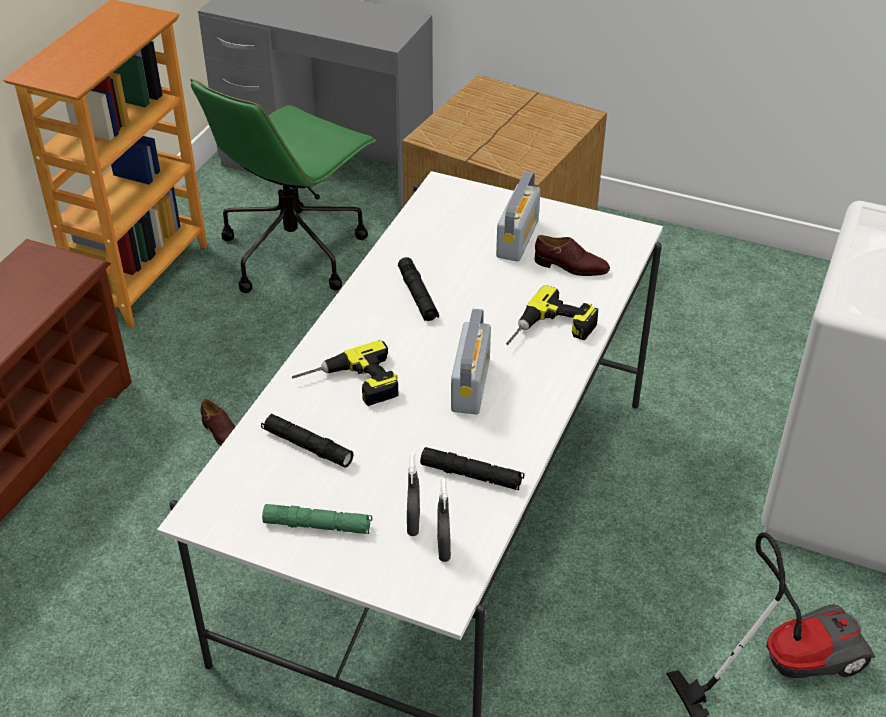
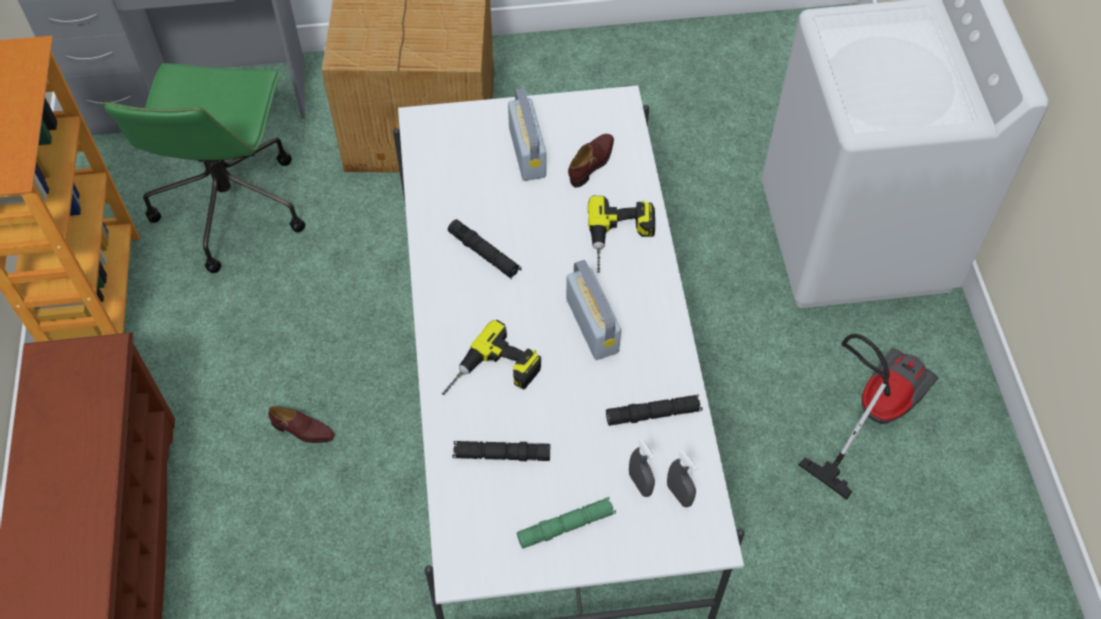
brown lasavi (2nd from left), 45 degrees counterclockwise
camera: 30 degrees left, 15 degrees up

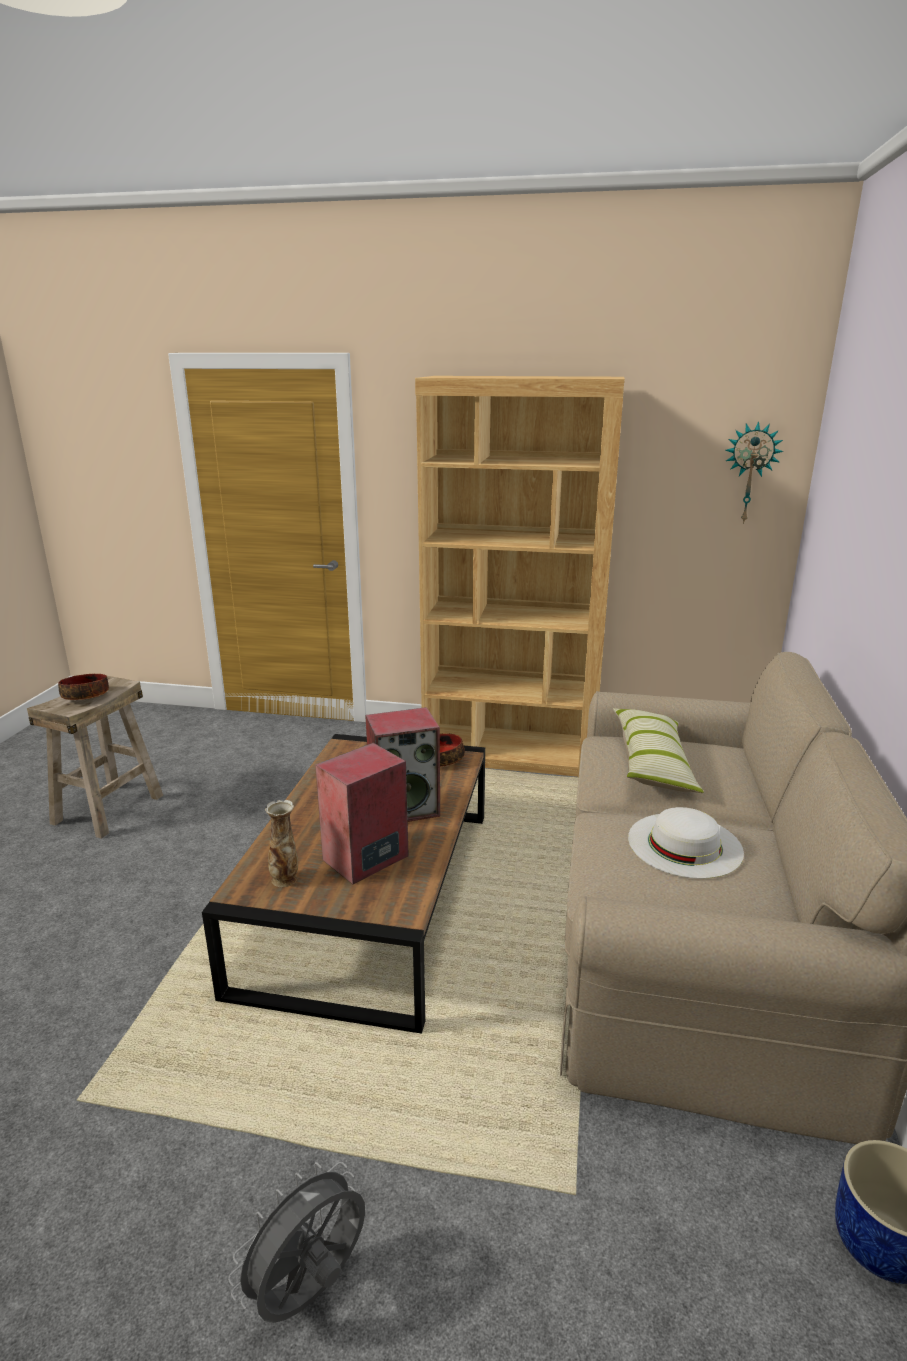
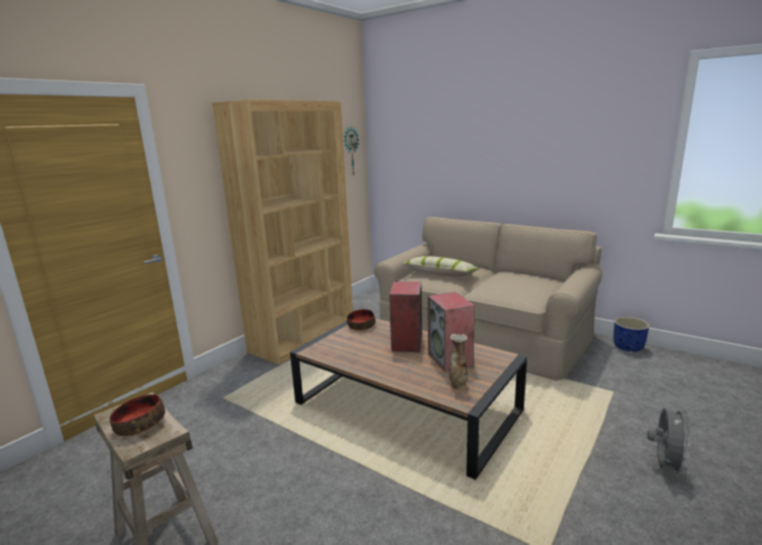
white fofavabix → -
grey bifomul, 135 degrees counterclockwise
camera: 65 degrees left, 5 degrees down

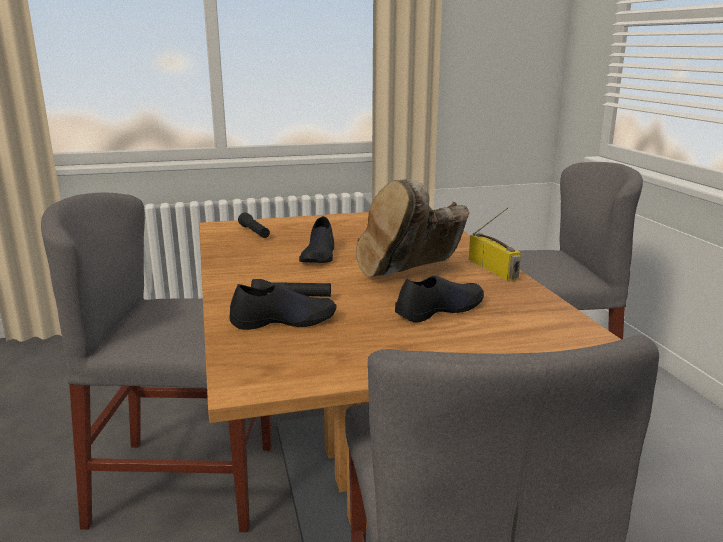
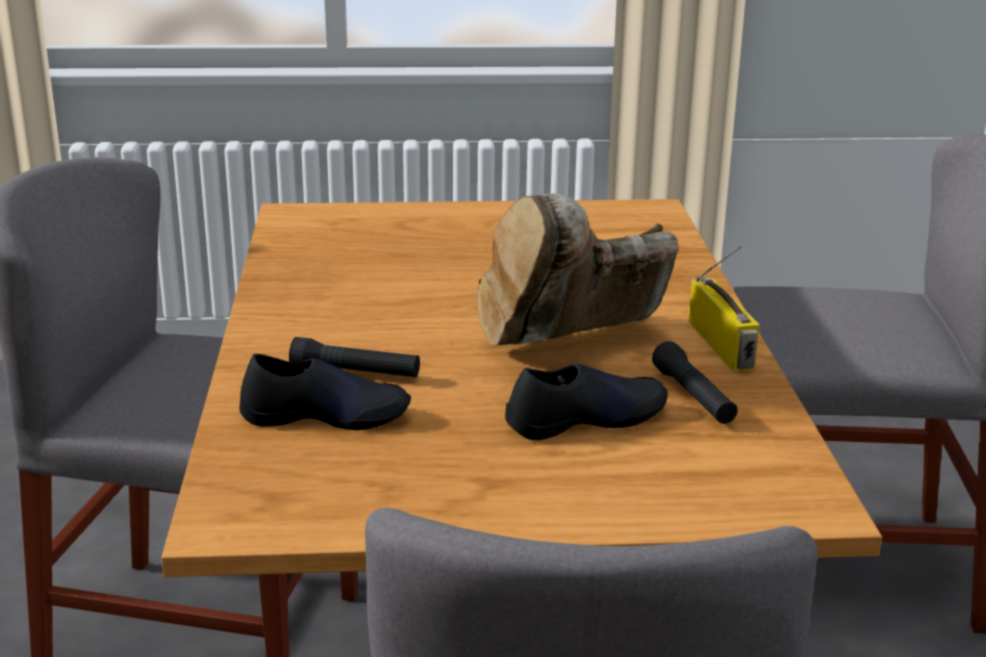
black lasavi (2nd from left) → -
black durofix (1st from left in the first image) → black durofix (2nd from left), moved
camera: 10 degrees right, 5 degrees up

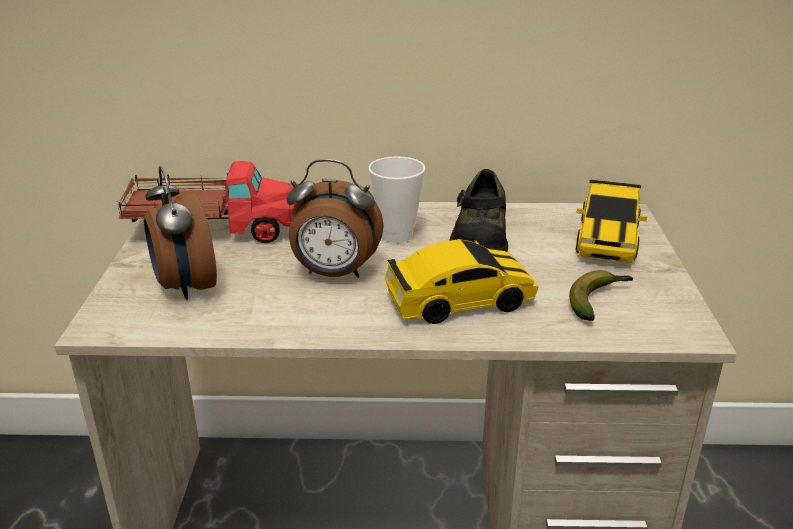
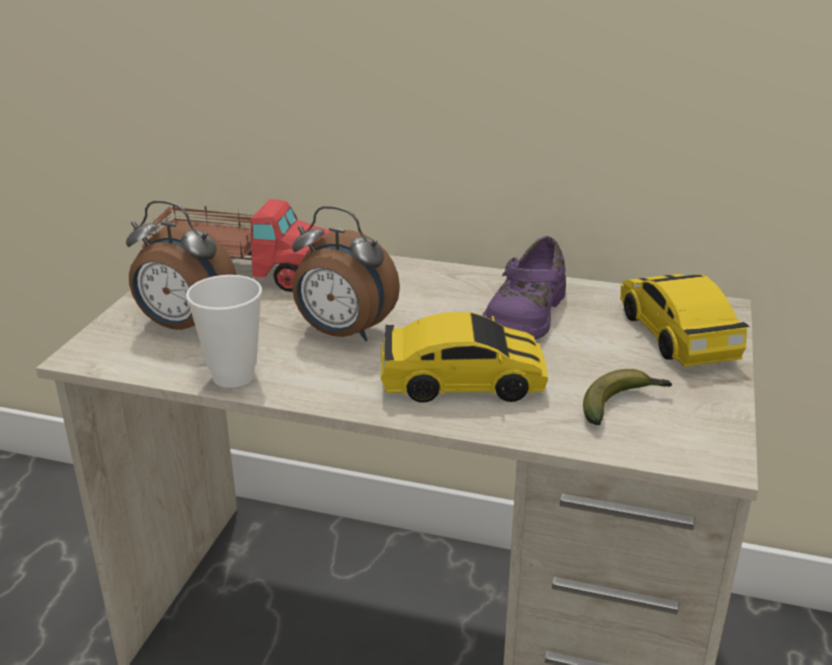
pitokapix, moved
black lasavi → purple lasavi
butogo (1st from left), 60 degrees counterclockwise
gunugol (2nd from left), 135 degrees clockwise
camera: 15 degrees right, 0 degrees up

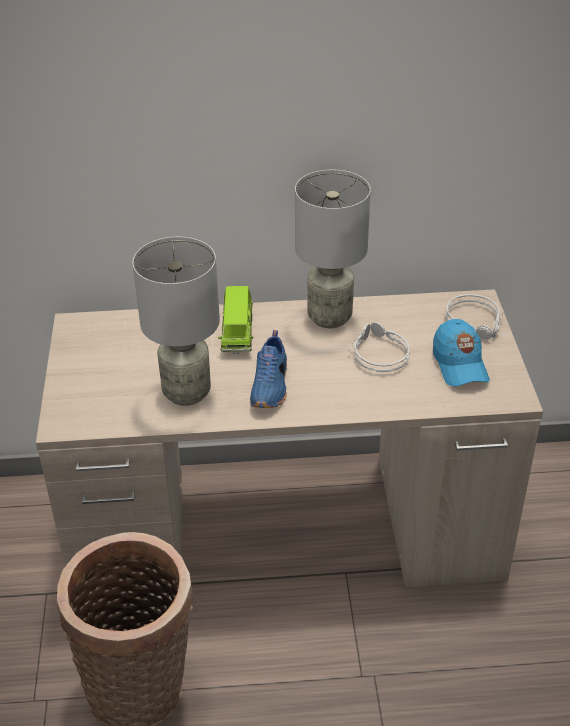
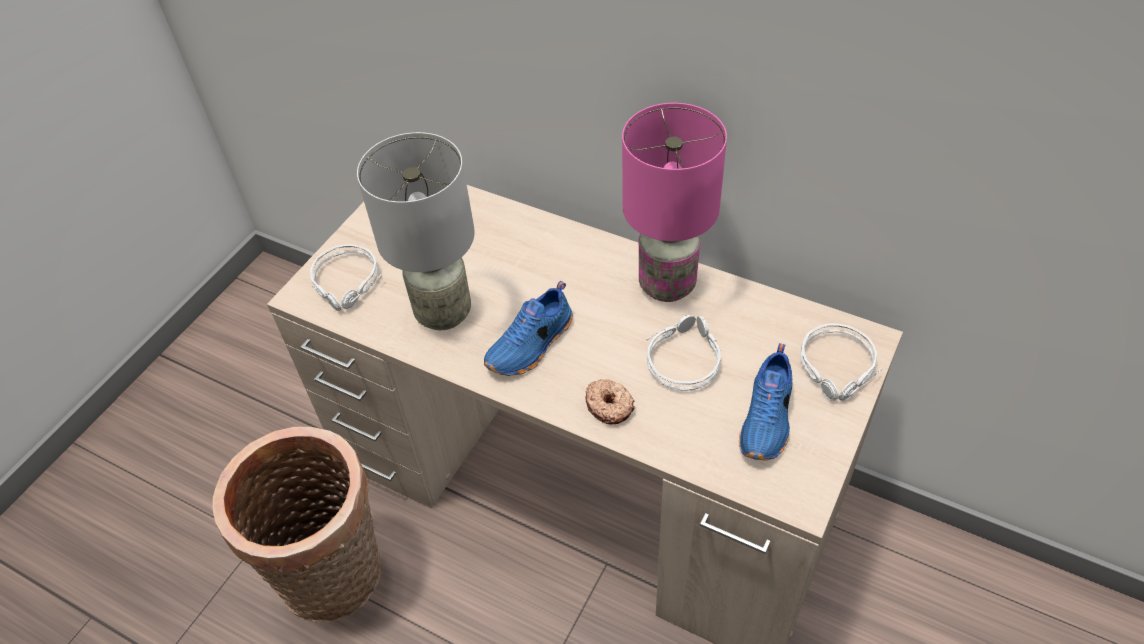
green gunugol → -
- → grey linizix (1st from left)
- → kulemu
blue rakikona → blue lasavi (2nd from left)
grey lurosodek (2nd from left) → pink lurosodek
camera: 35 degrees right, 10 degrees up

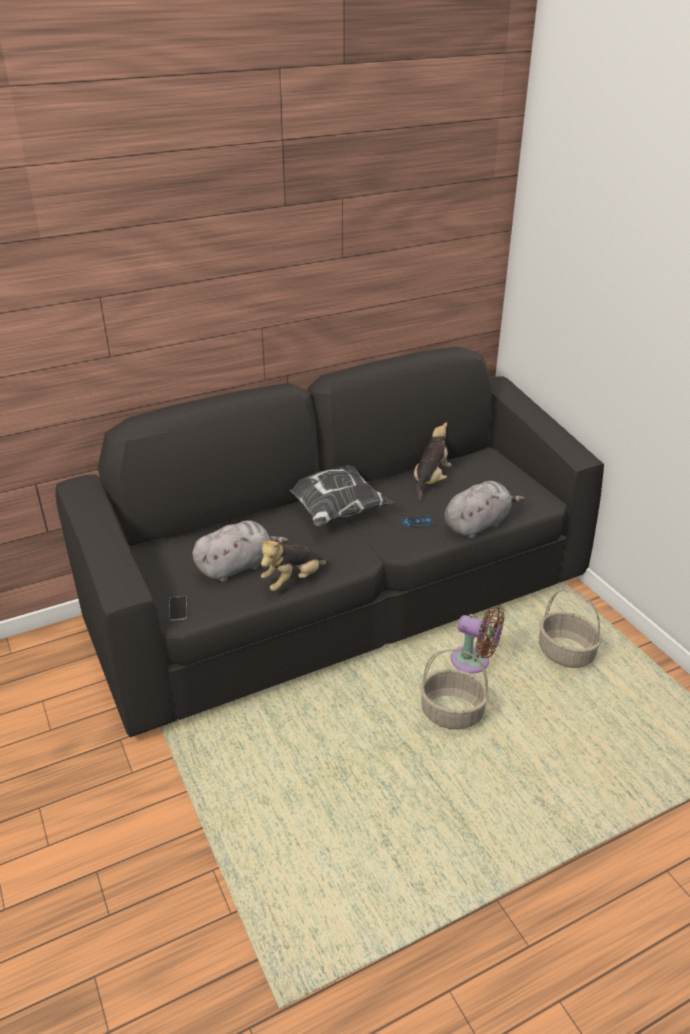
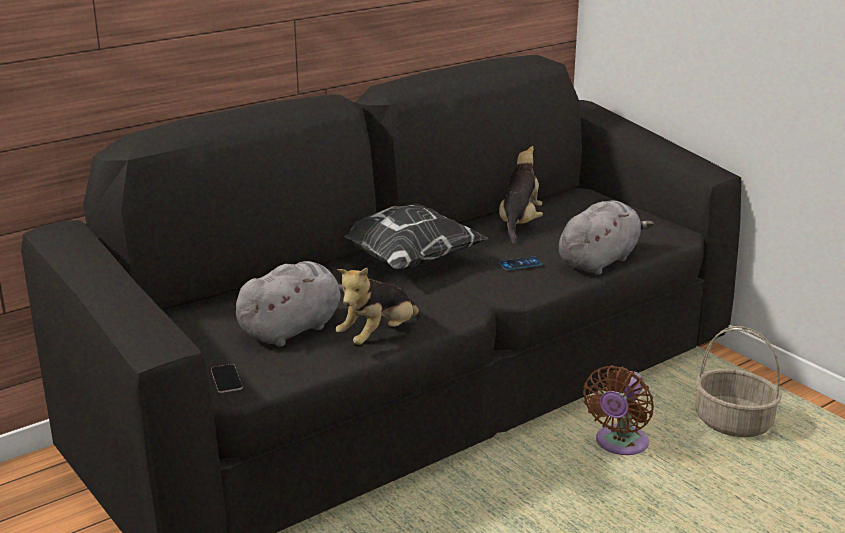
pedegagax (1st from left) → -
brown bifomul, 105 degrees clockwise
camera: 10 degrees left, 10 degrees down

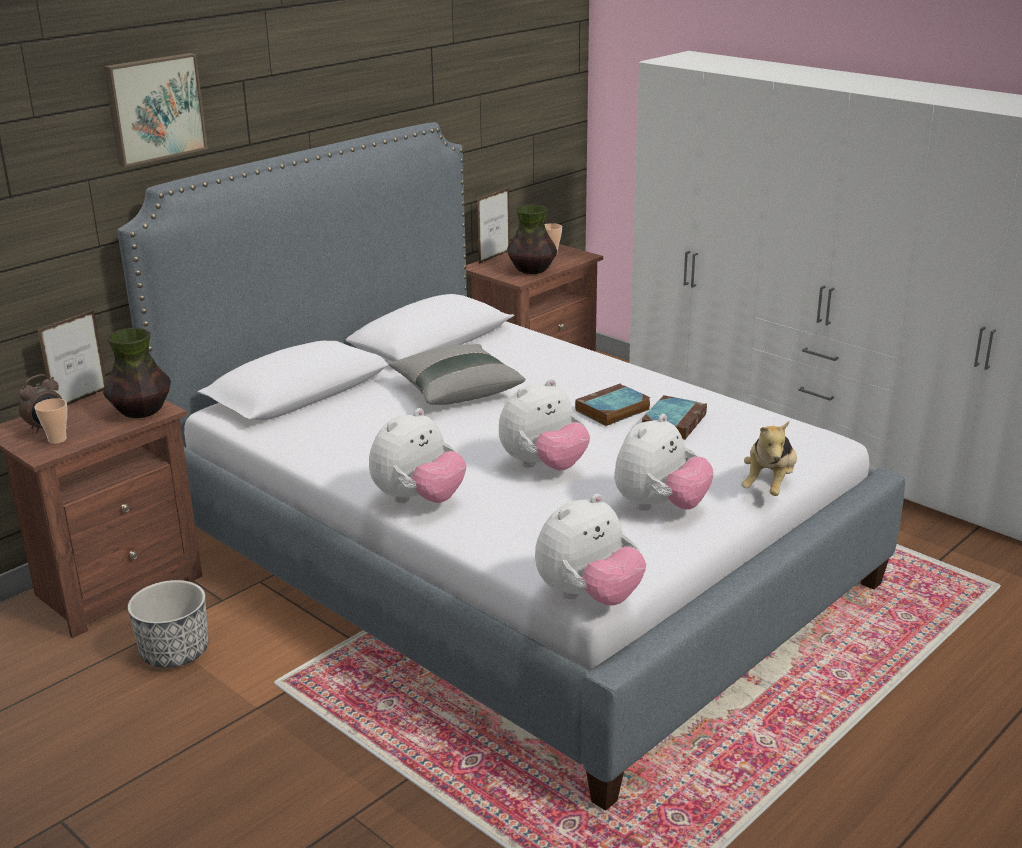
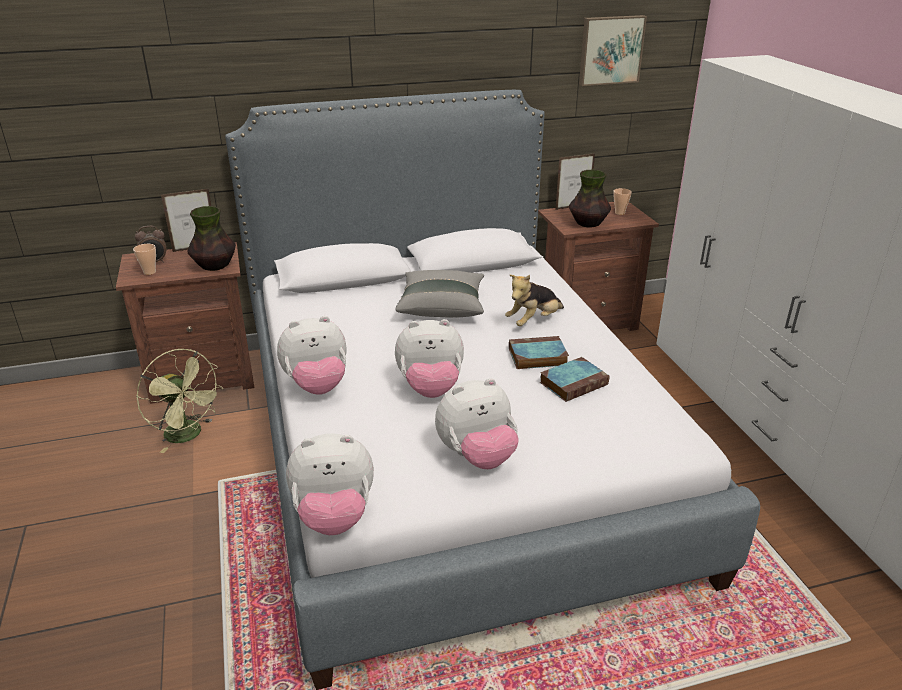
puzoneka, moved
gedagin (5th from left), moved
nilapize → green bifomul
camera: 30 degrees right, 5 degrees up

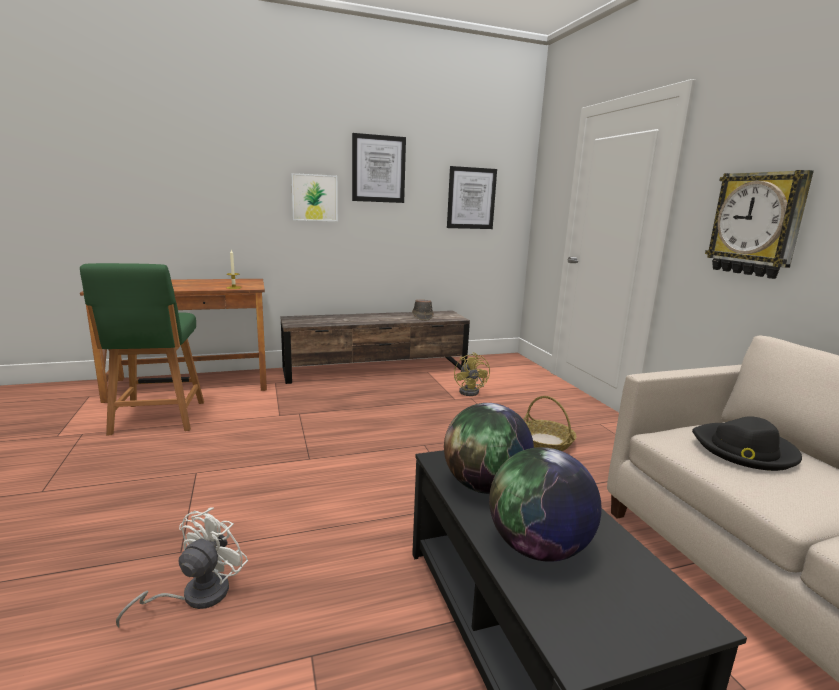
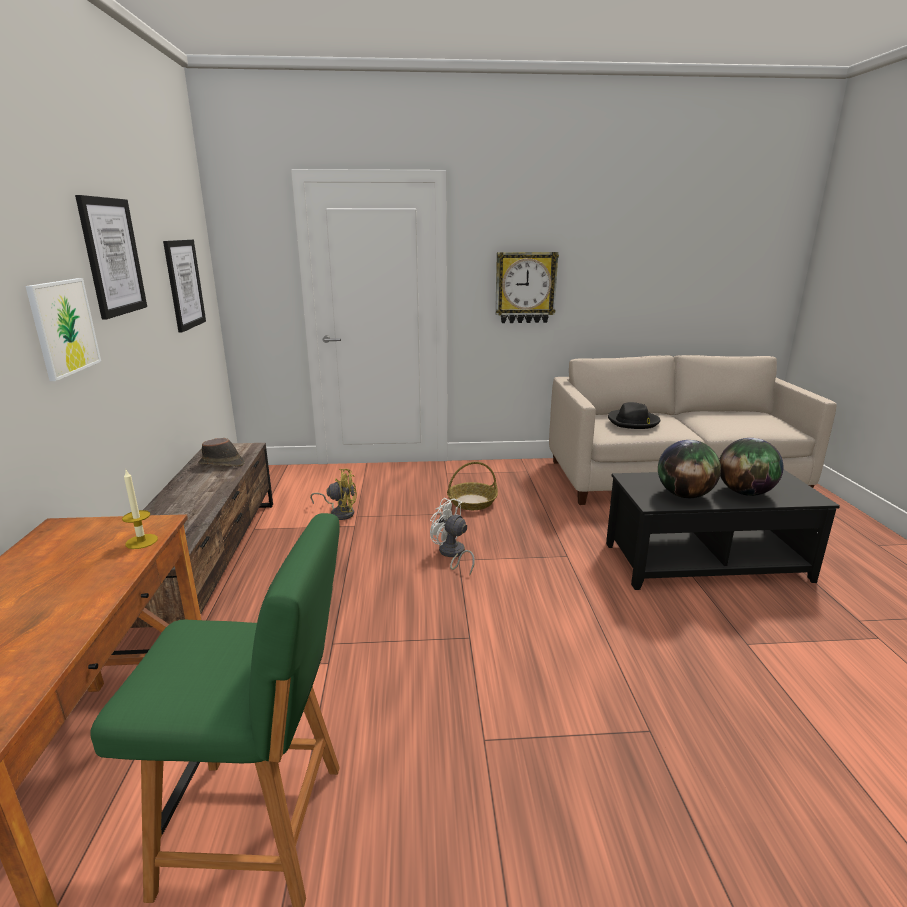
white bifomul, moved
camera: 75 degrees left, 5 degrees up

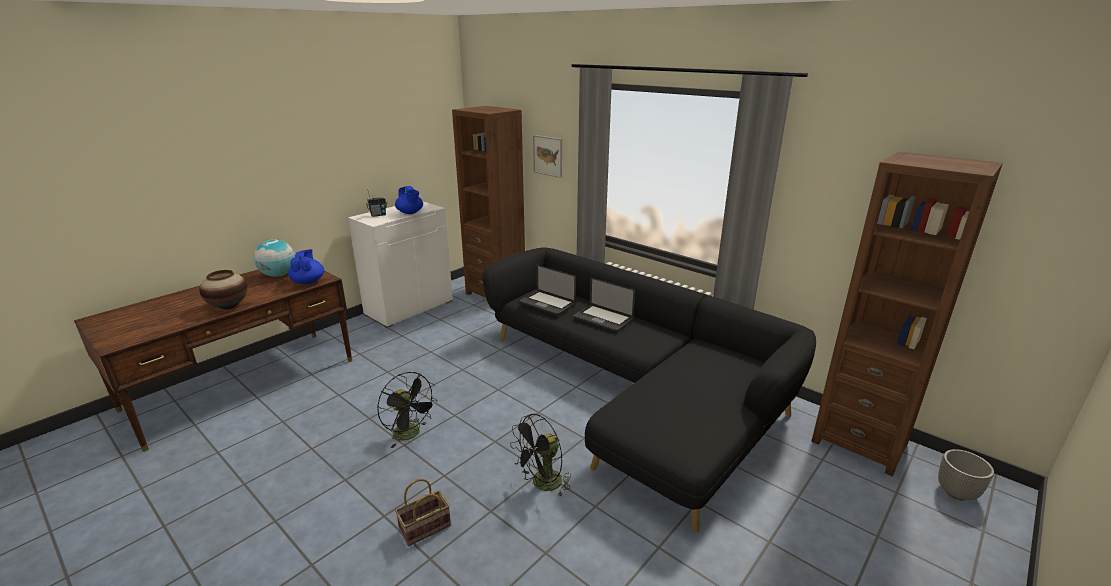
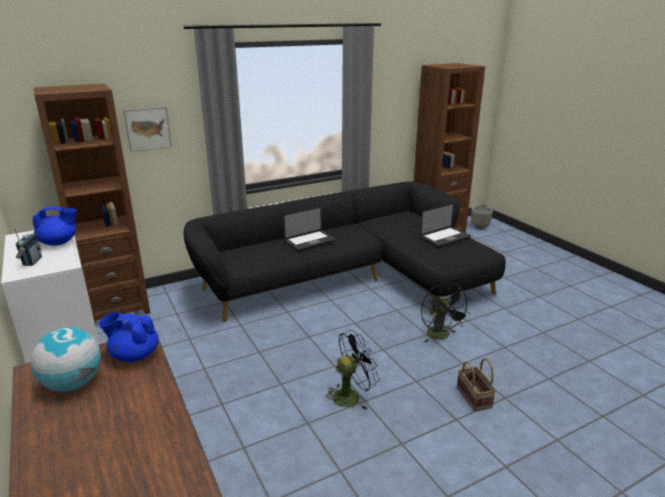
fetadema → -
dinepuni (1st from left in the first image) → dinepuni (2nd from left), moved
camera: 70 degrees left, 0 degrees up

